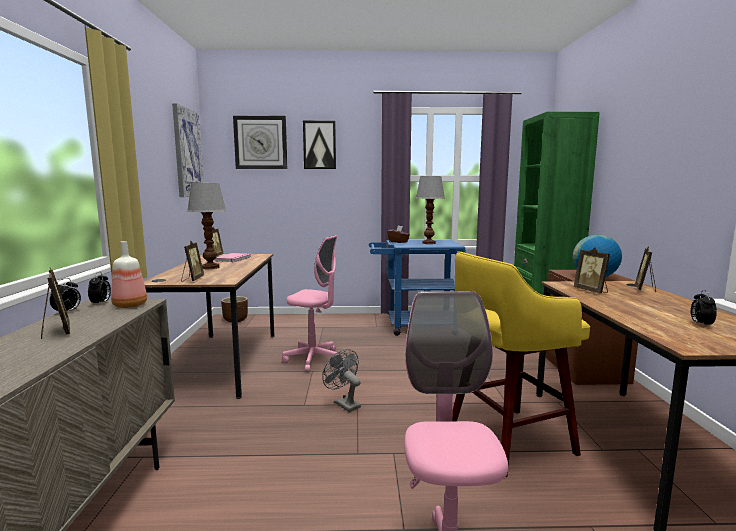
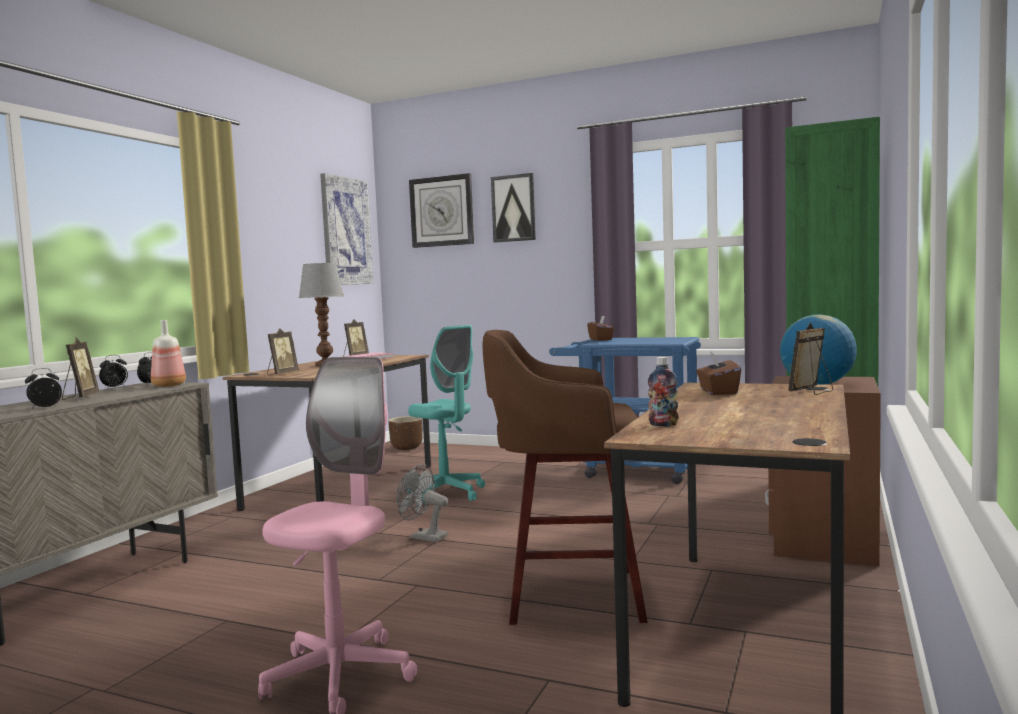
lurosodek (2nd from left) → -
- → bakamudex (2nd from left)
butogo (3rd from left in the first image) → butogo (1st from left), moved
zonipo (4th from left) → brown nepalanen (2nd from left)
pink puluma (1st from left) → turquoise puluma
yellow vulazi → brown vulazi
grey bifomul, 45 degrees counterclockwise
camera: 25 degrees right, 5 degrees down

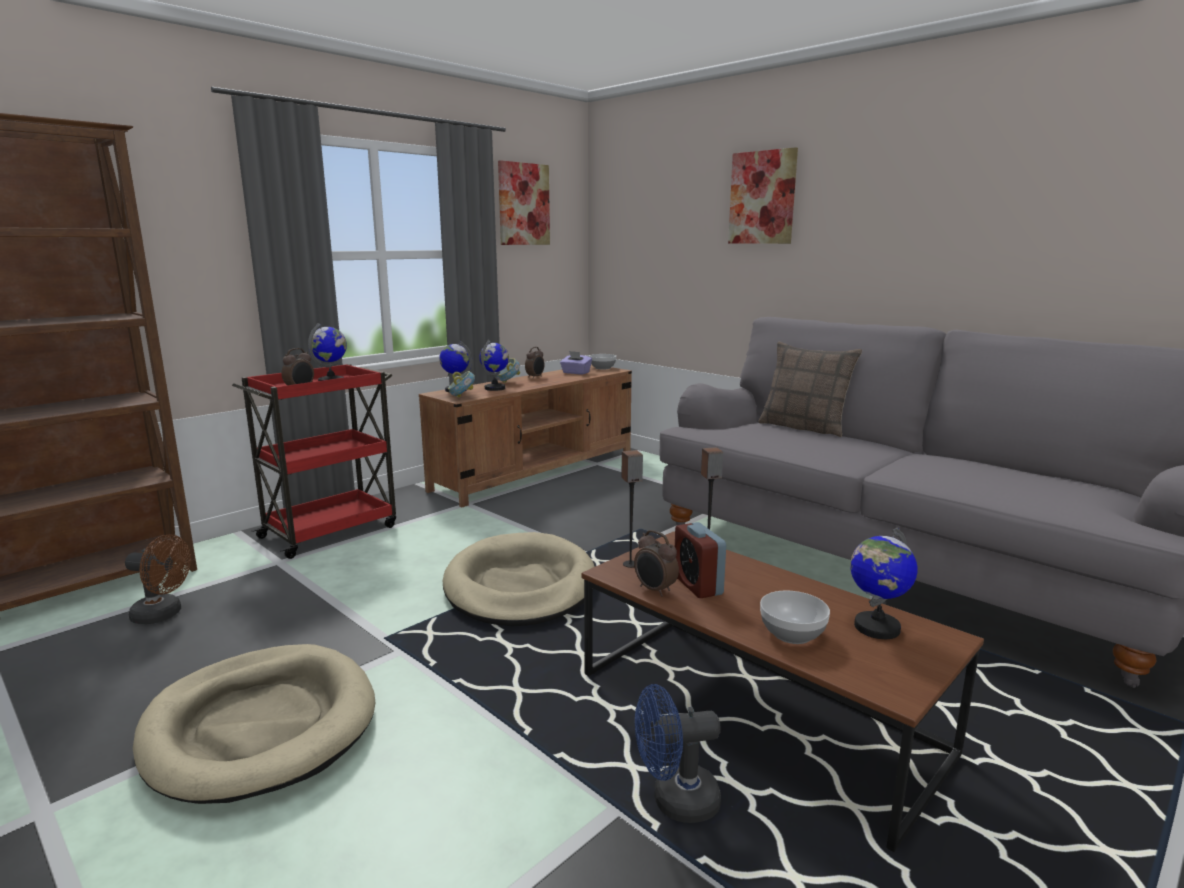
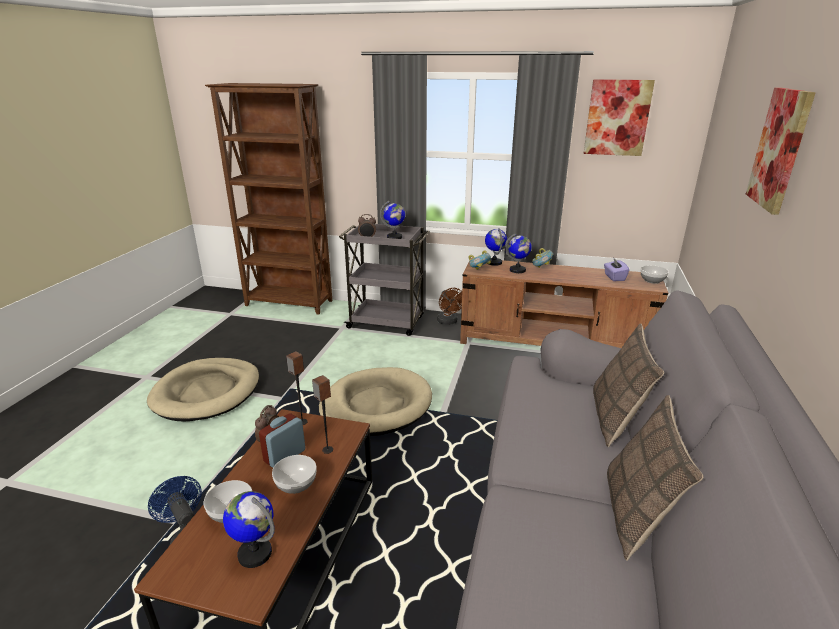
butogo (2nd from left) → -
- → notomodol (2nd from left)
- → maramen (2nd from left)
brown bifomul, moved
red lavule → grey lavule
camera: 60 degrees right, 10 degrees up

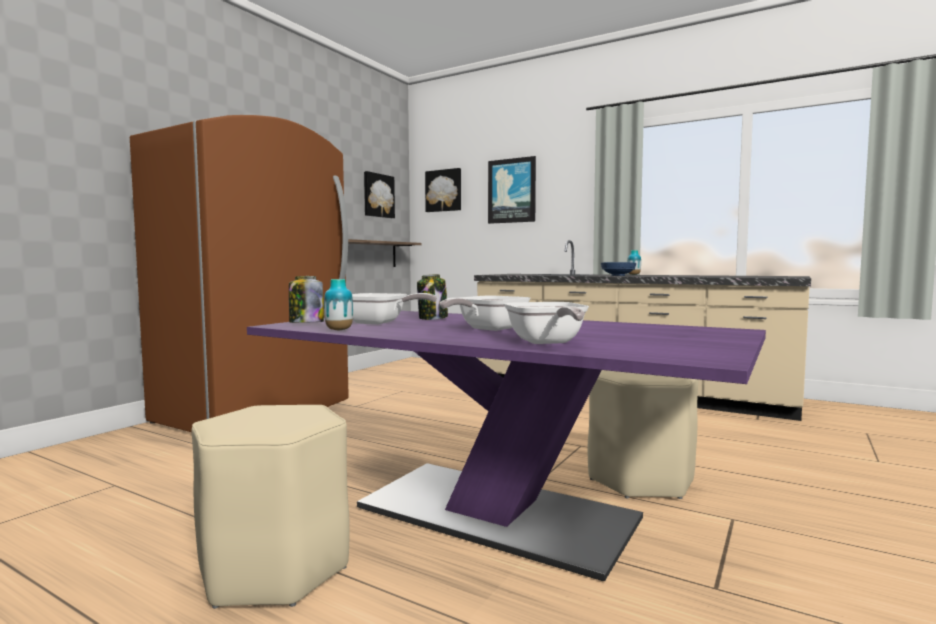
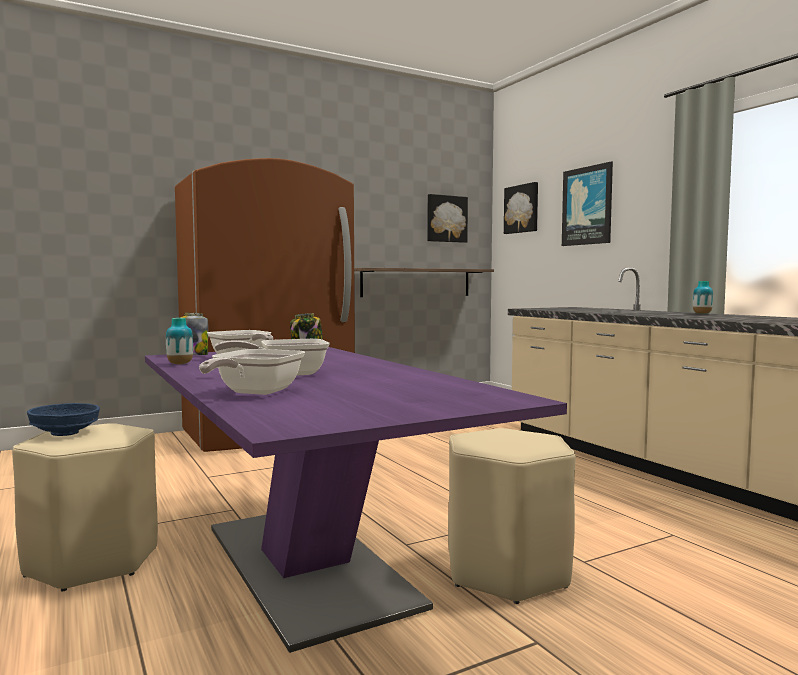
blue notomodol, moved
camera: 30 degrees right, 0 degrees up

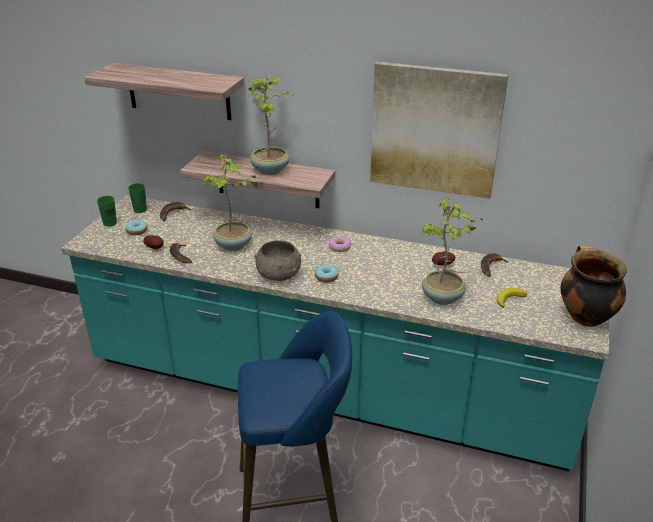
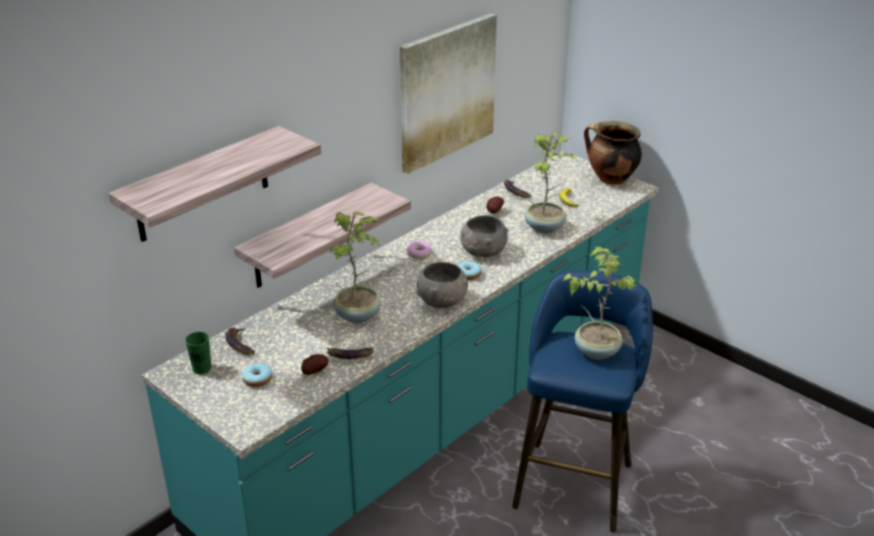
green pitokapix (1st from left) → -
- → grey notomodol (2nd from left)
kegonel (2nd from left in the first image) → kegonel (3rd from left), moved
camera: 65 degrees left, 0 degrees up

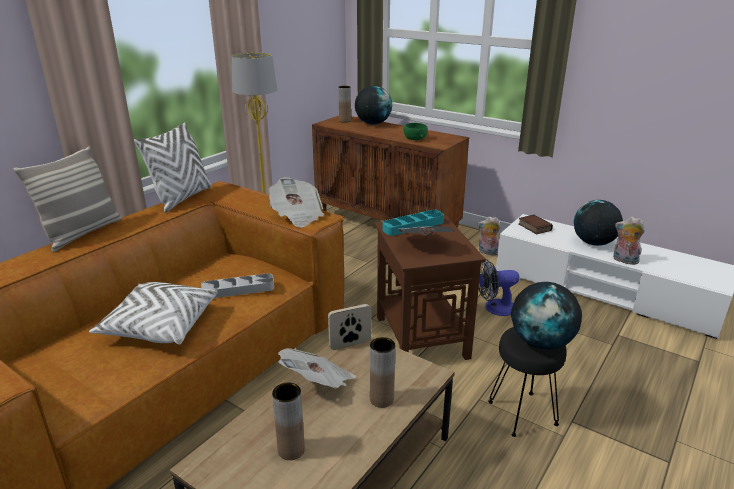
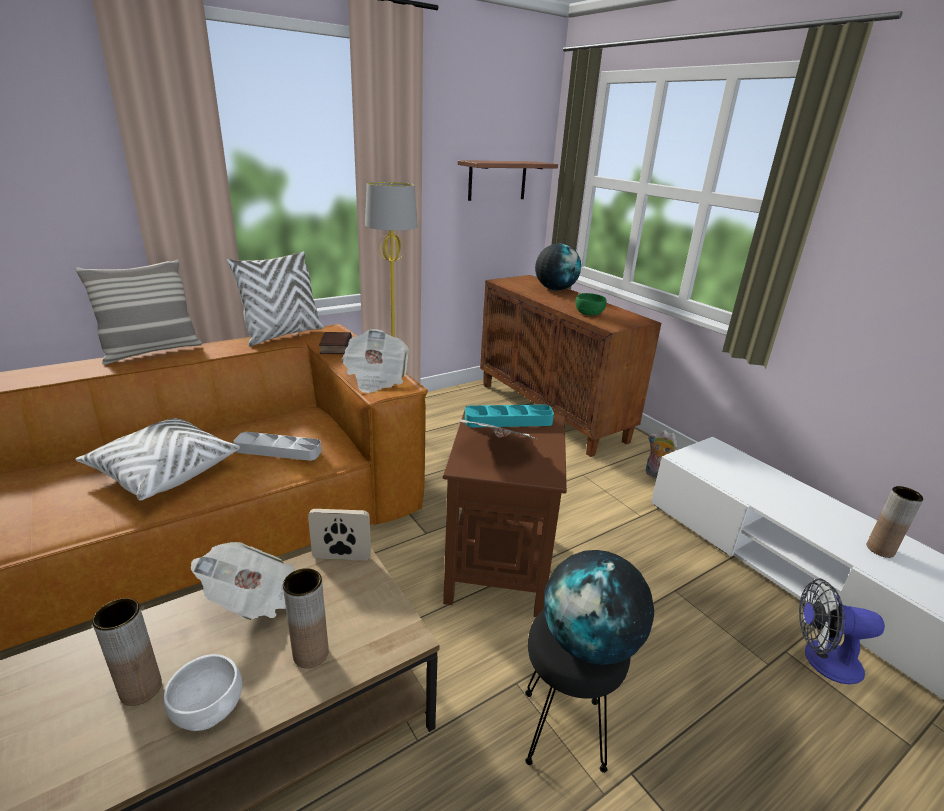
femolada (3rd from left) → -
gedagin (2nd from left) → -
- → white notomodol
- → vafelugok
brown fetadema (2nd from left in the first image) → brown fetadema (3rd from left), moved
bifomul, moved
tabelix, moved
camera: 20 degrees right, 0 degrees up

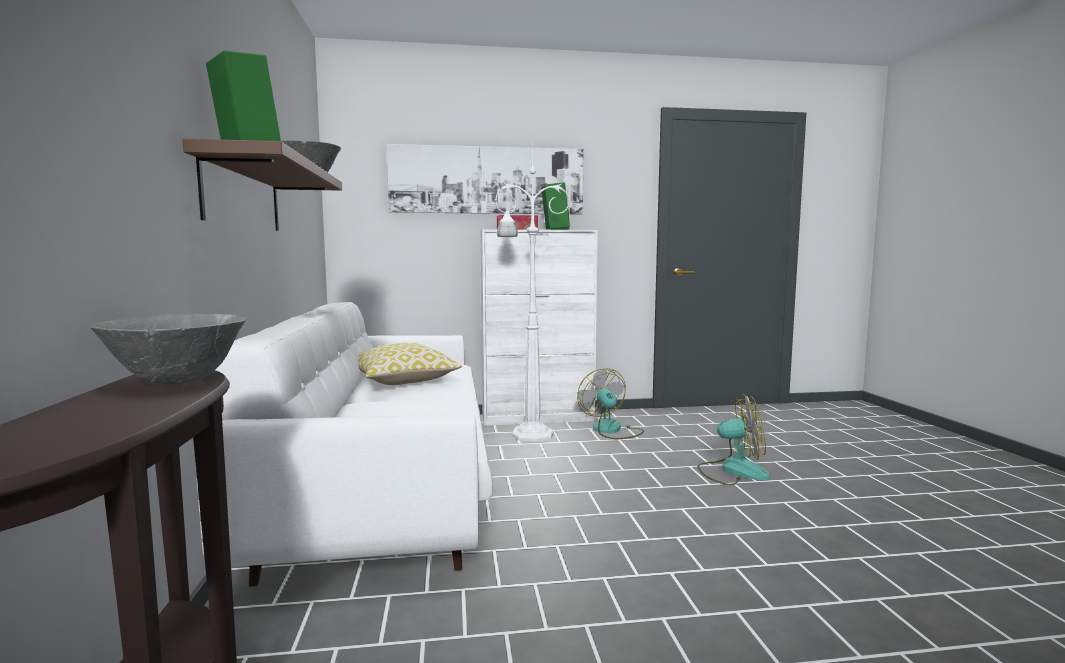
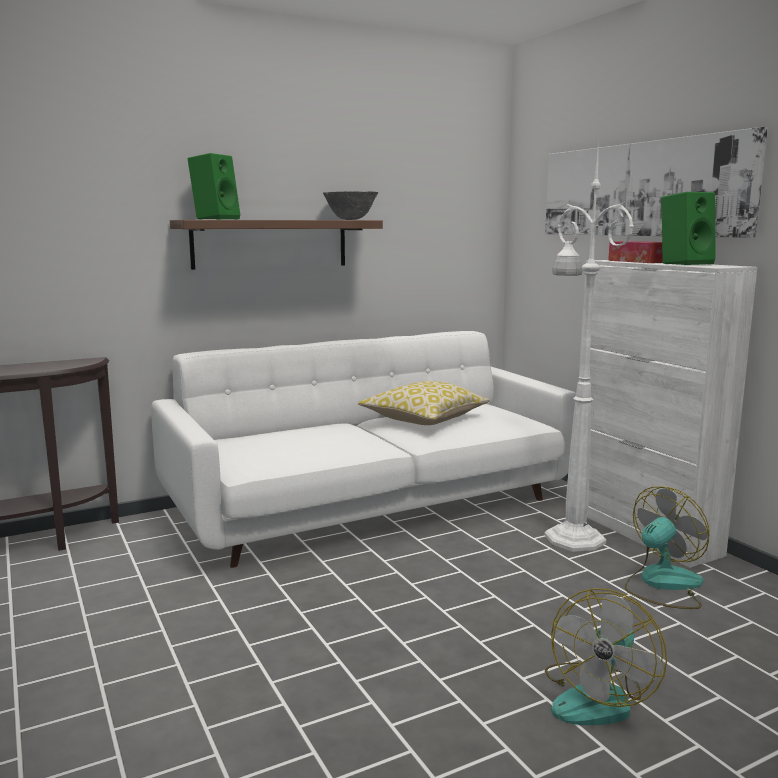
grey notomodol (1st from left) → -
bifomul (2nd from left in the first image) → bifomul (1st from left), 45 degrees clockwise
camera: 70 degrees right, 5 degrees up

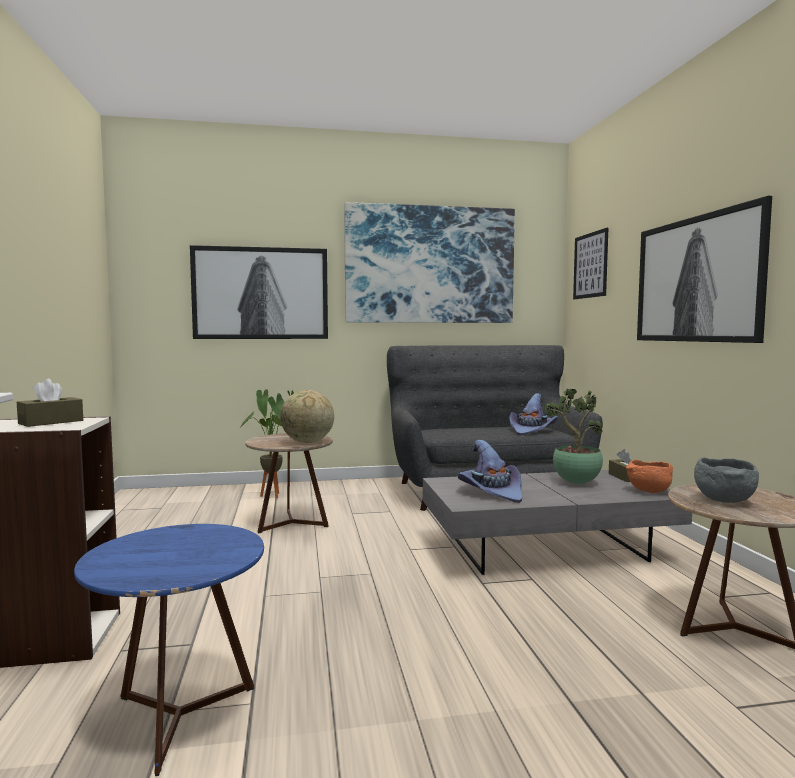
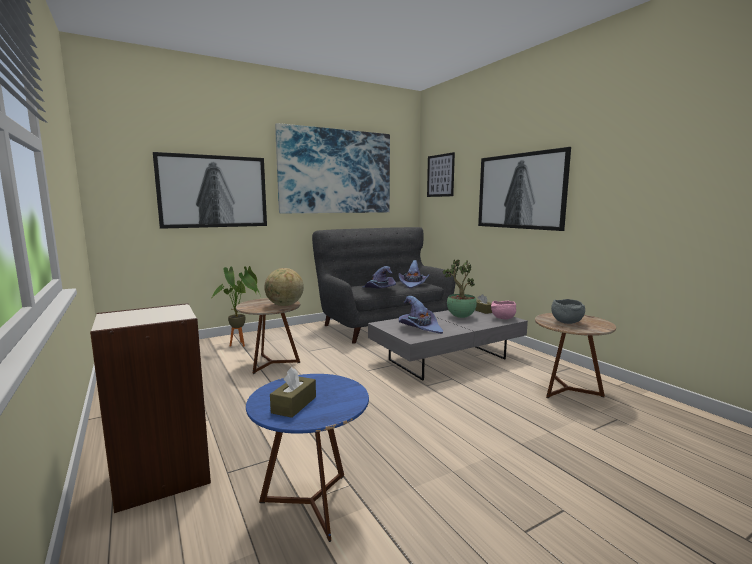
- → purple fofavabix (1st from left)
brown nepalanen (1st from left), moved
orange notomodol → pink notomodol
camera: 20 degrees left, 5 degrees up

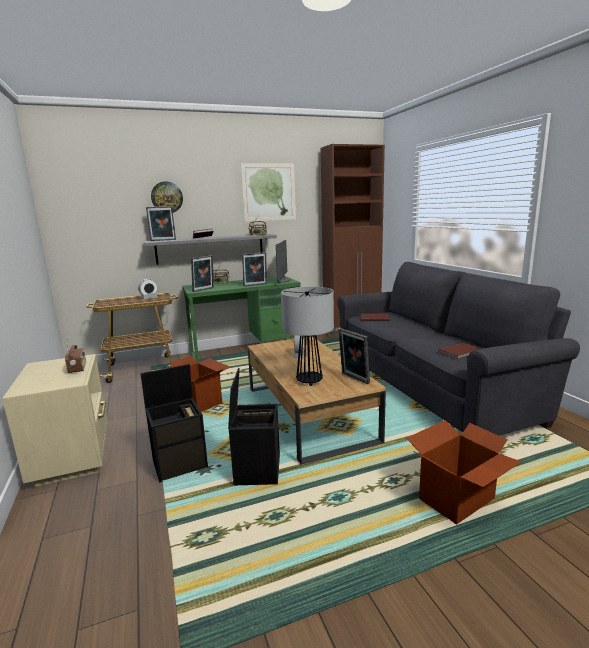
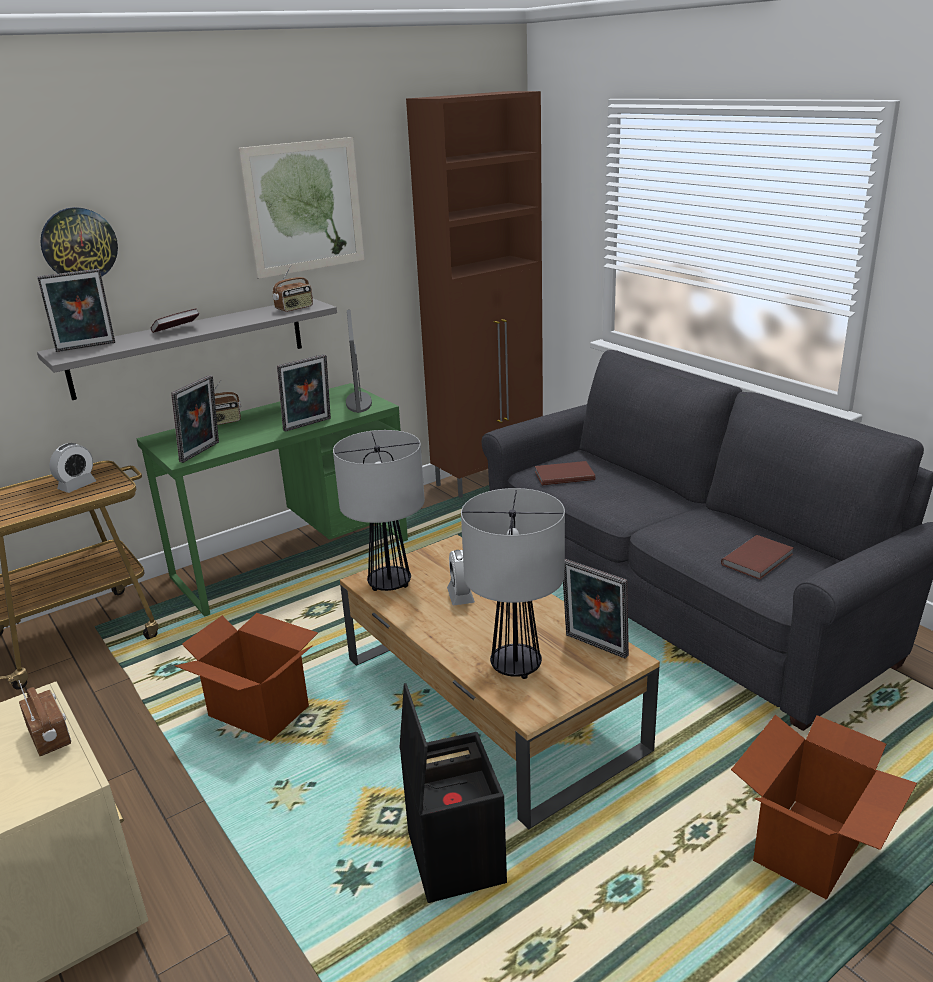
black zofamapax (1st from left) → -
- → lurosodek (1st from left)
camera: 15 degrees left, 10 degrees up

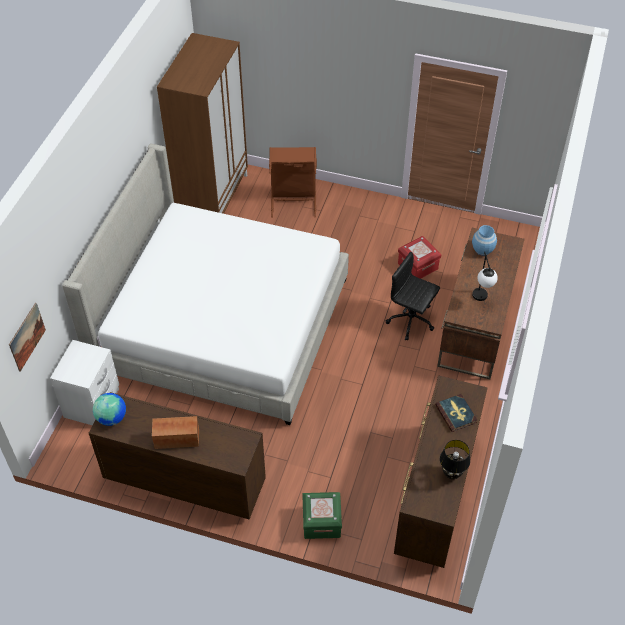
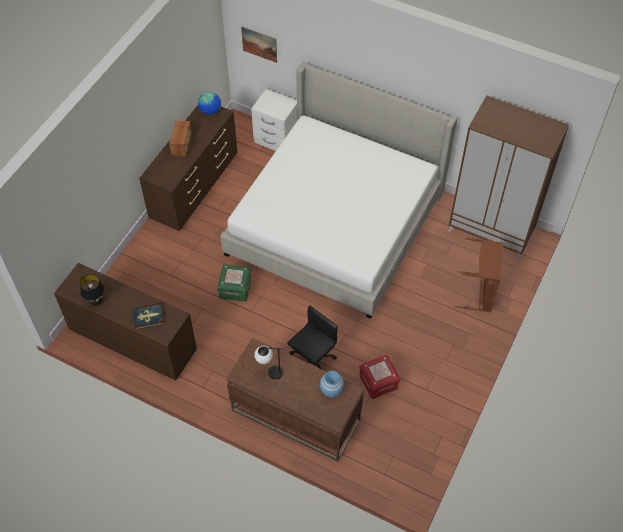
green zofamapax, moved
camera: 100 degrees right, 5 degrees up

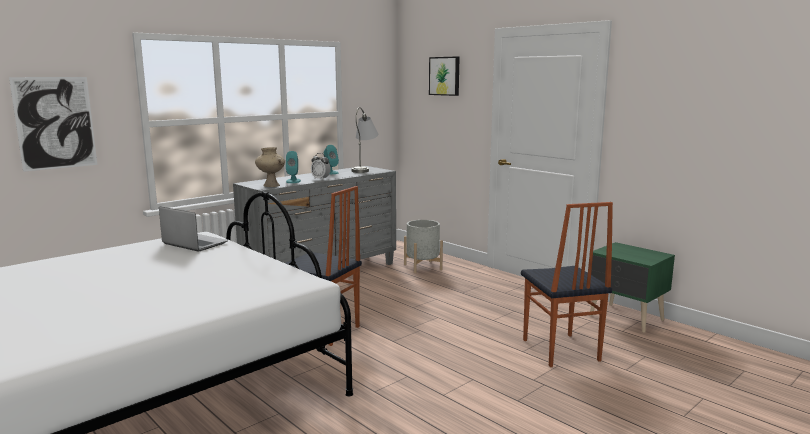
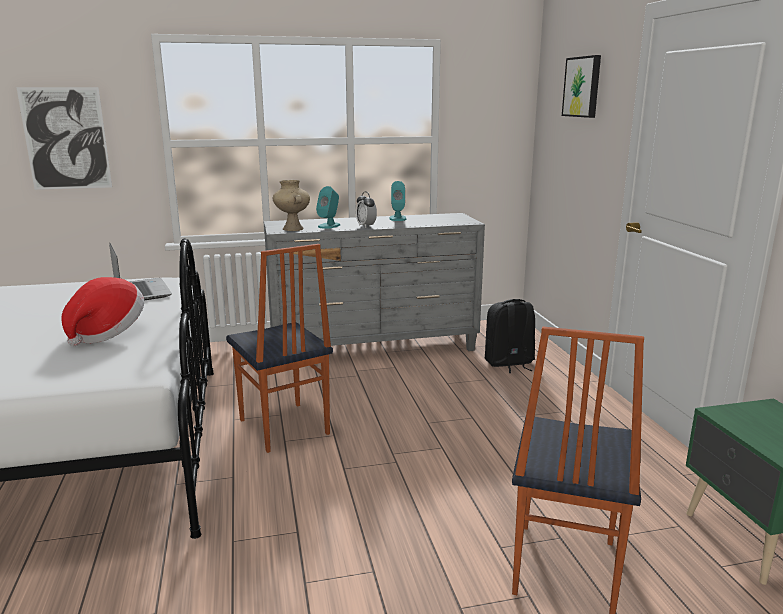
grey lurosodek → -
- → fofavabix
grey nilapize → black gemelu
camera: 30 degrees right, 5 degrees up

